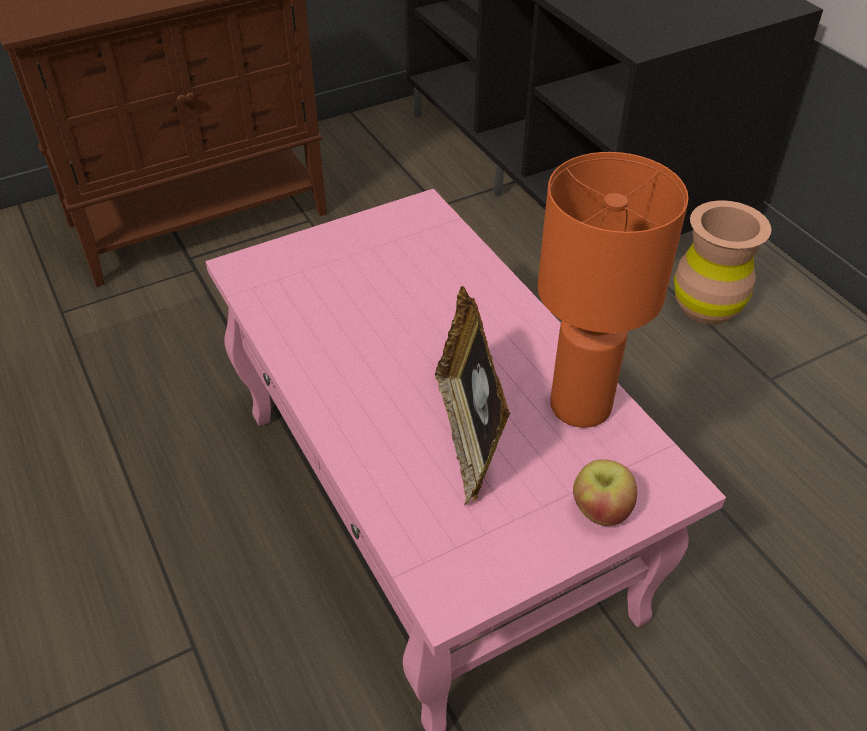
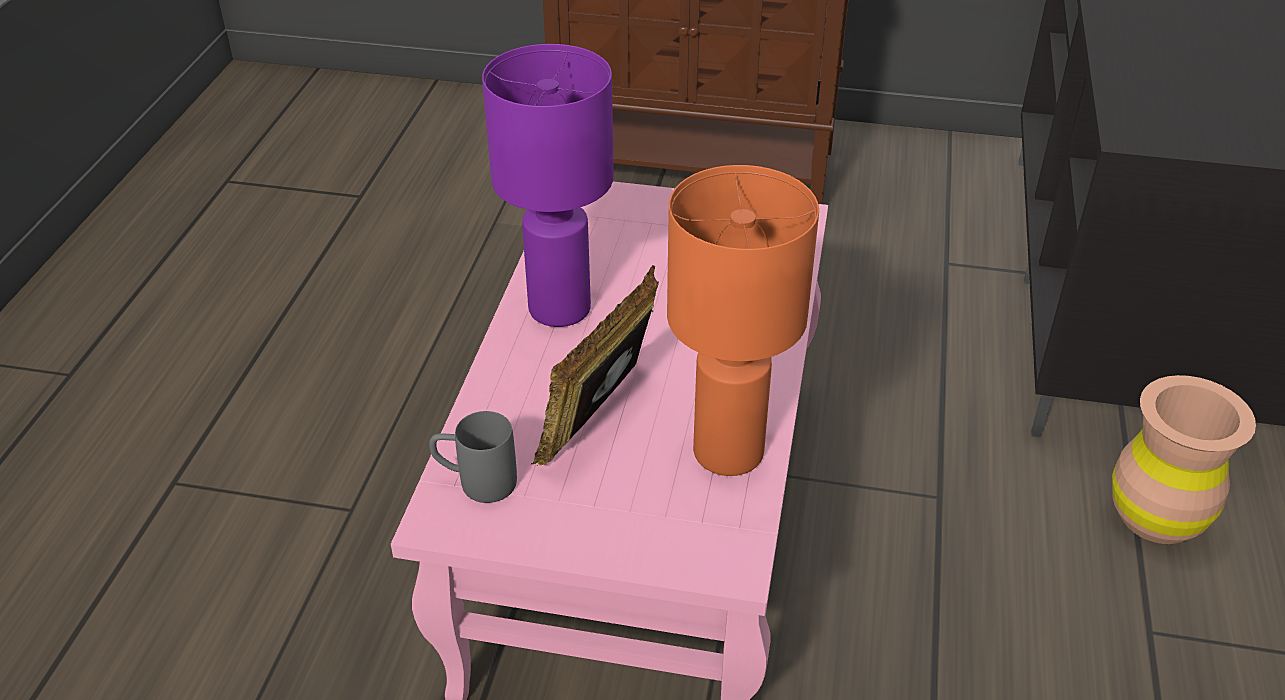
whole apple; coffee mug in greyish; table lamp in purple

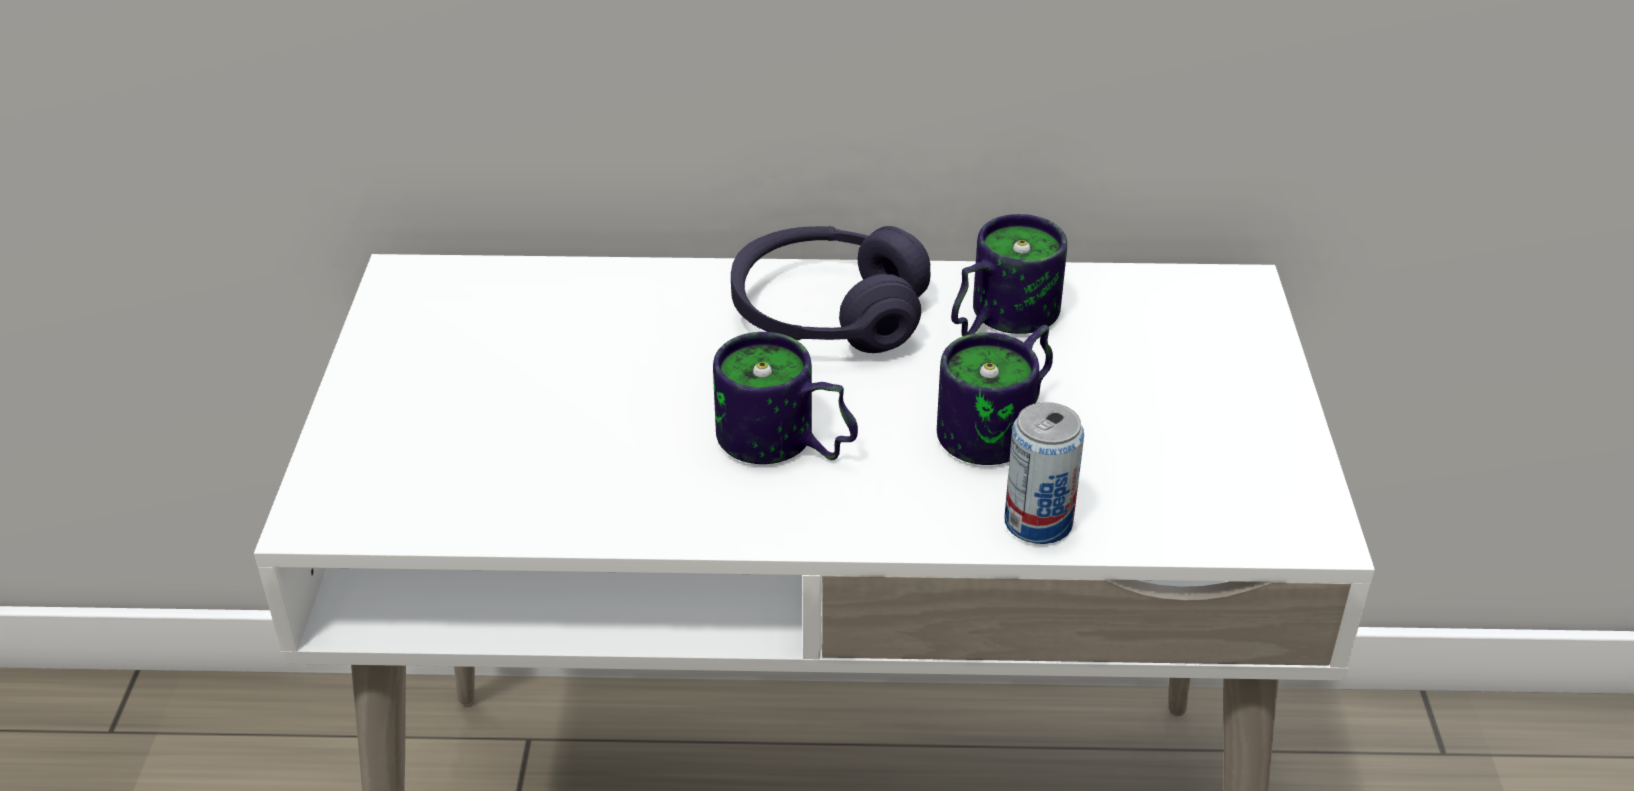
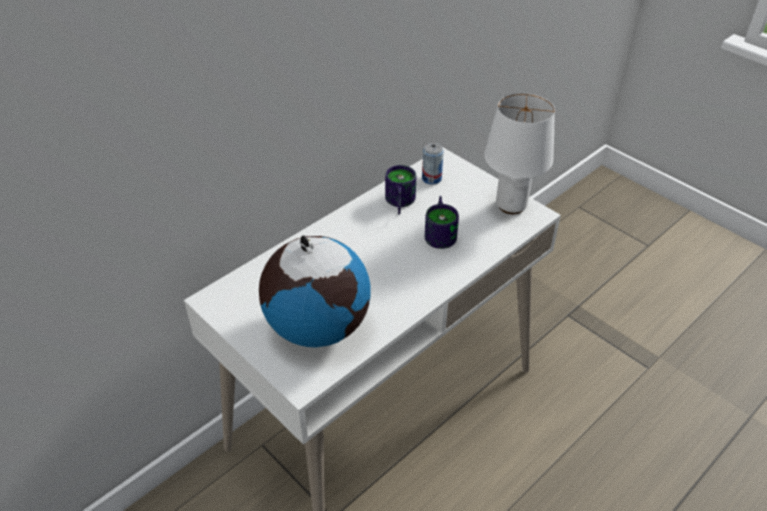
coffee mug (1st from left in the first image); pair of headphones in purple; metal can; desk globe; table lamp in whitish

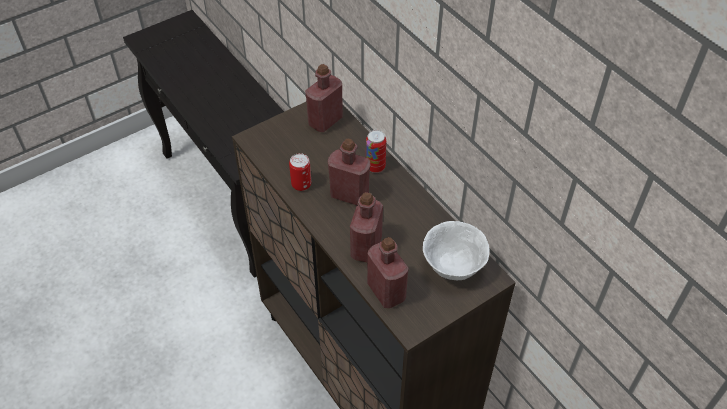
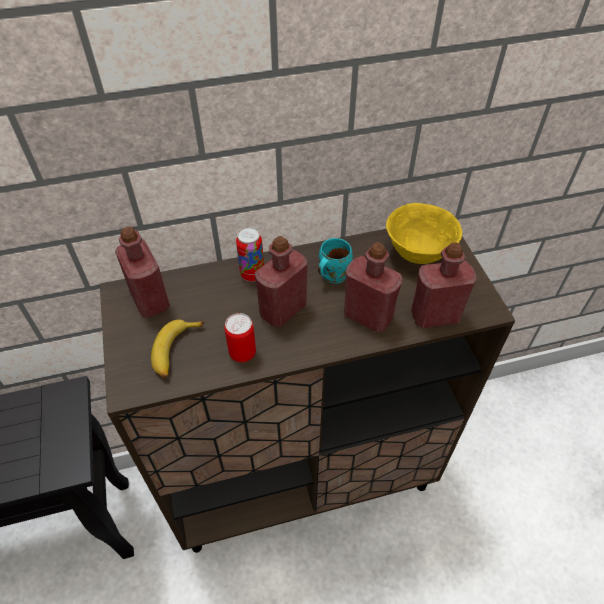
bowl in yellow; banana; coffee mug in turquoise

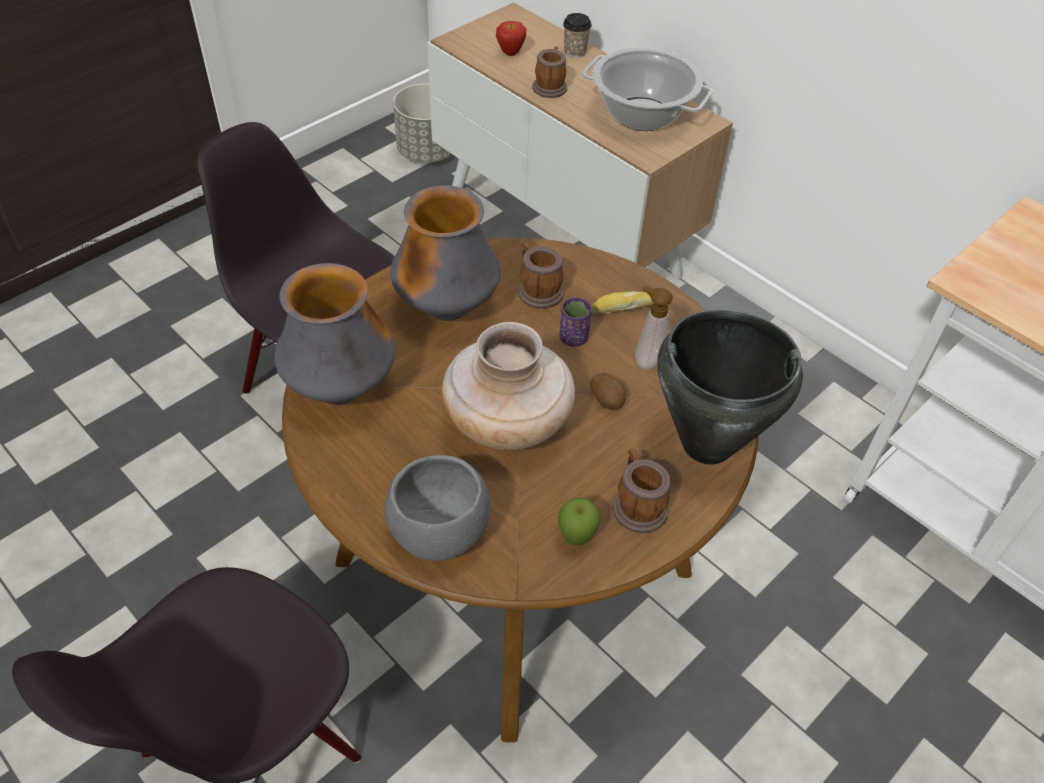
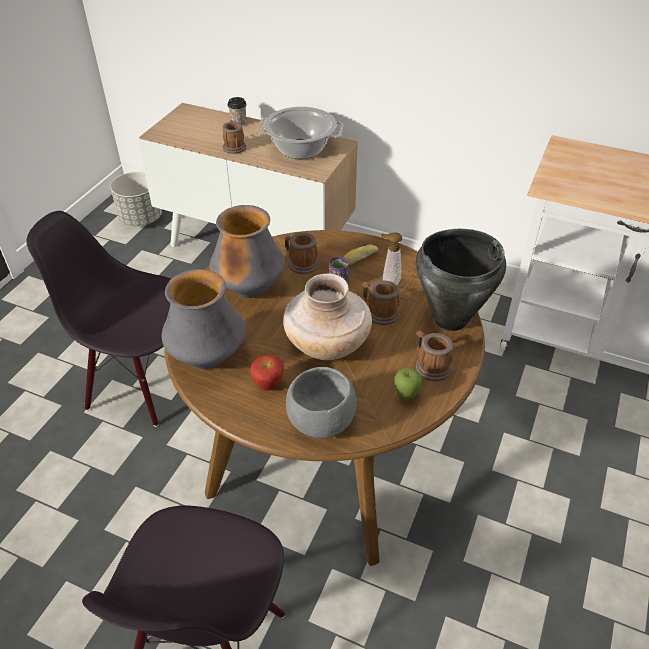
whole apple (1st from left); coffee mug (3rd from left)

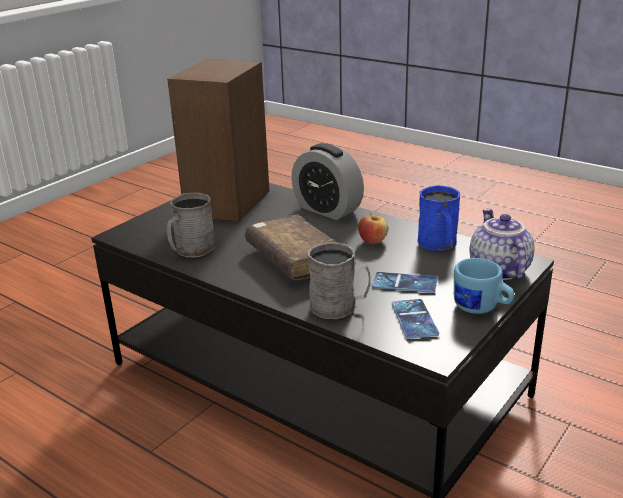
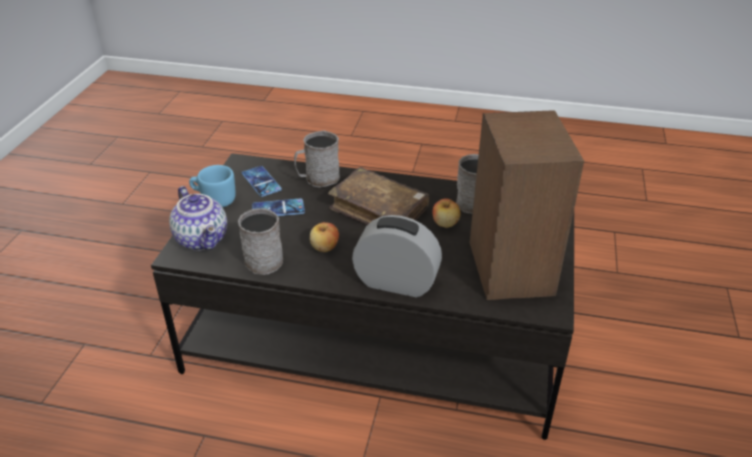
coffee mug in greyish (1st from left); whole apple (2nd from left)

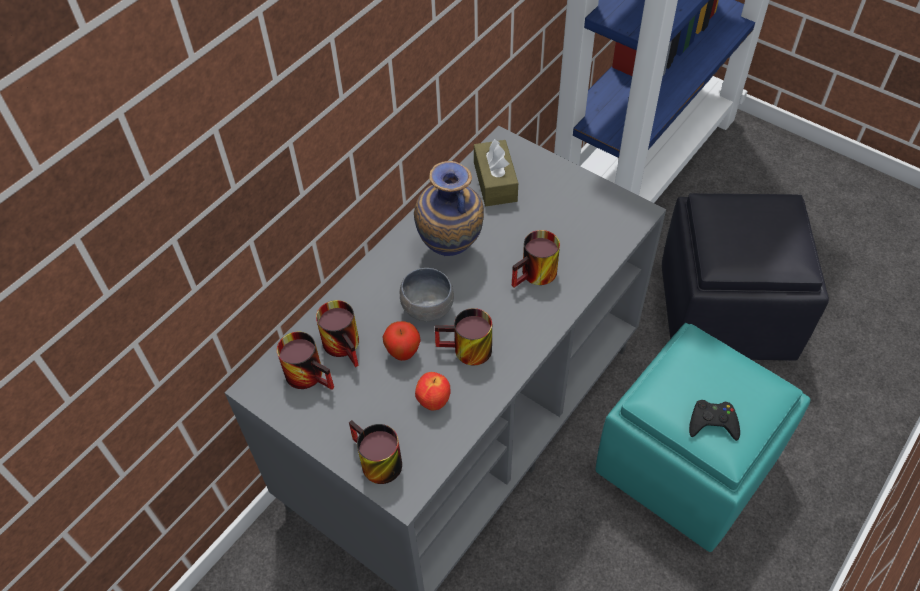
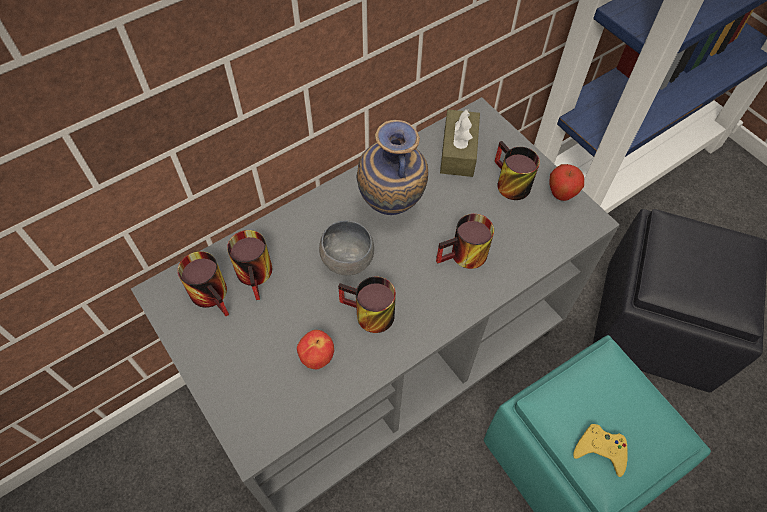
coffee mug (5th from left); whole apple (2nd from left); joypad in yellow

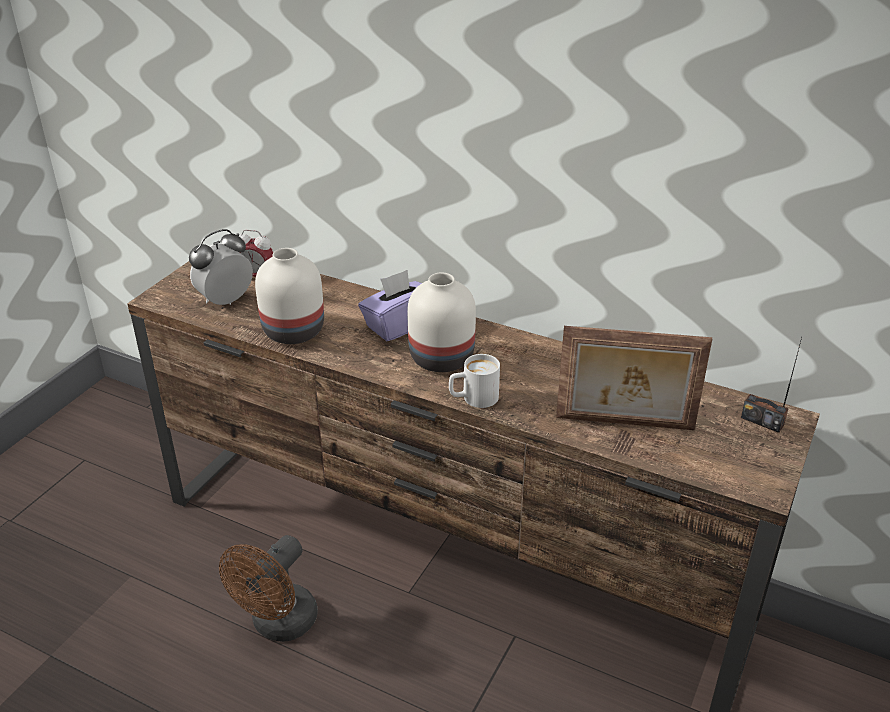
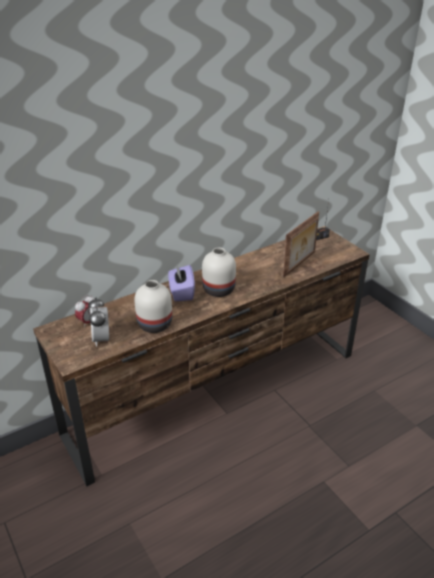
fan in brownish; coffee mug in whitish

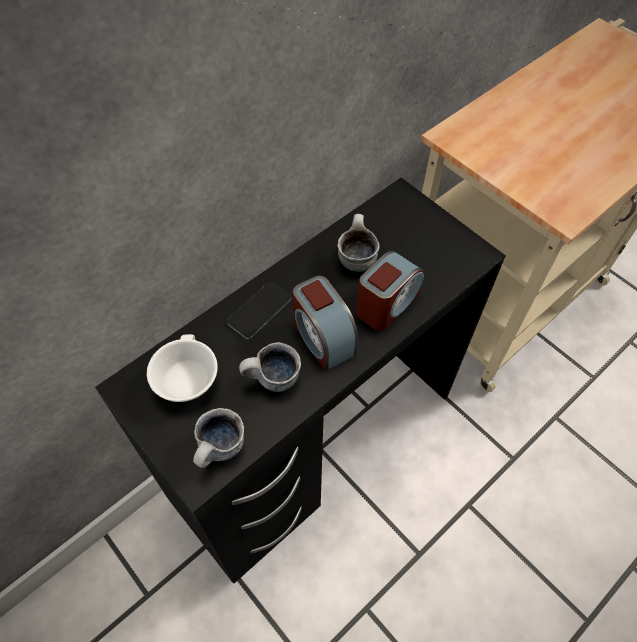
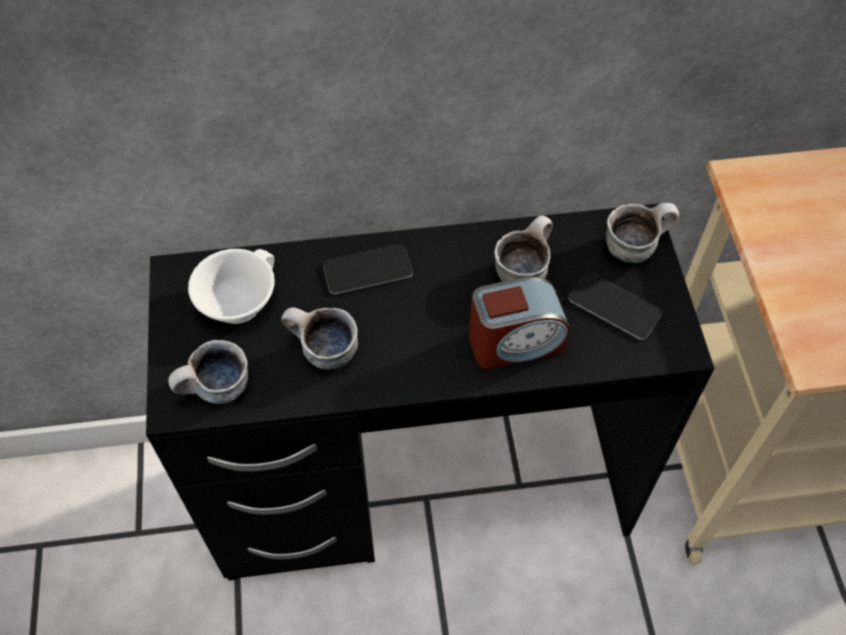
table clock (1st from left in the first image); telephone (2nd from left); coffee mug (4th from left)

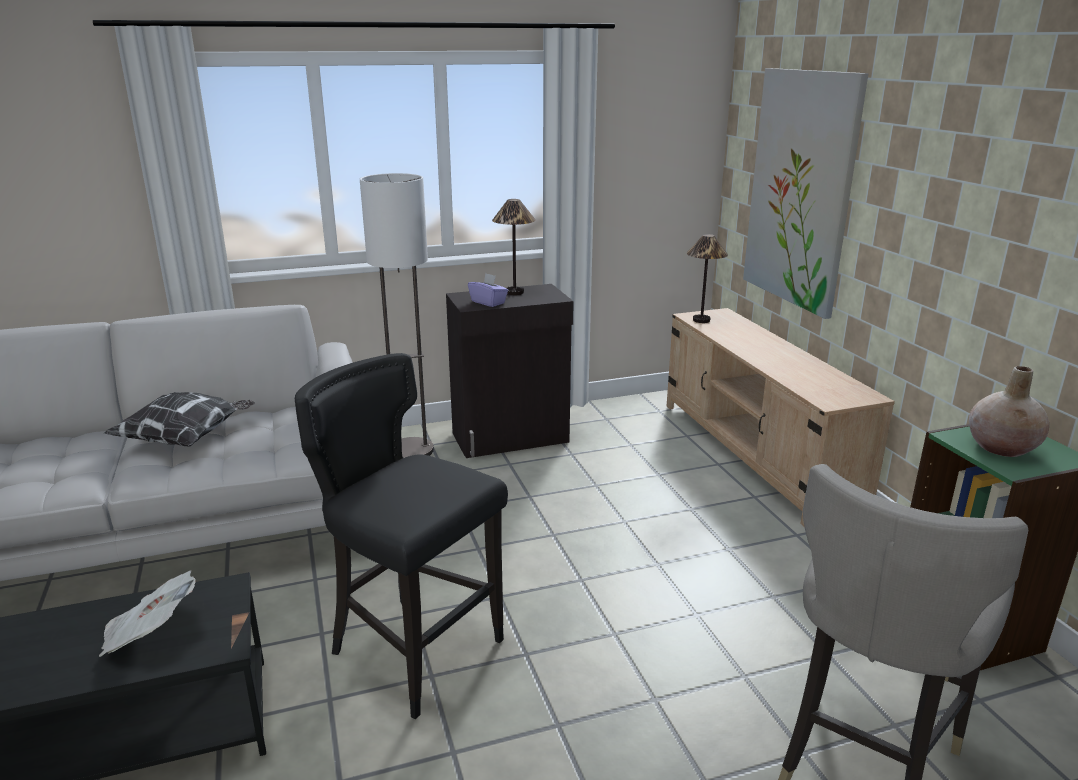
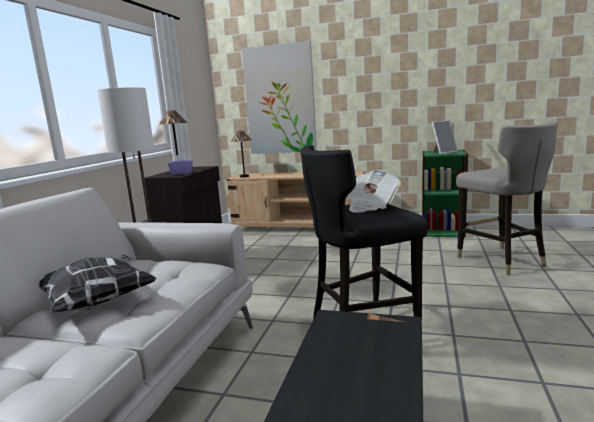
daily paper; standing frame

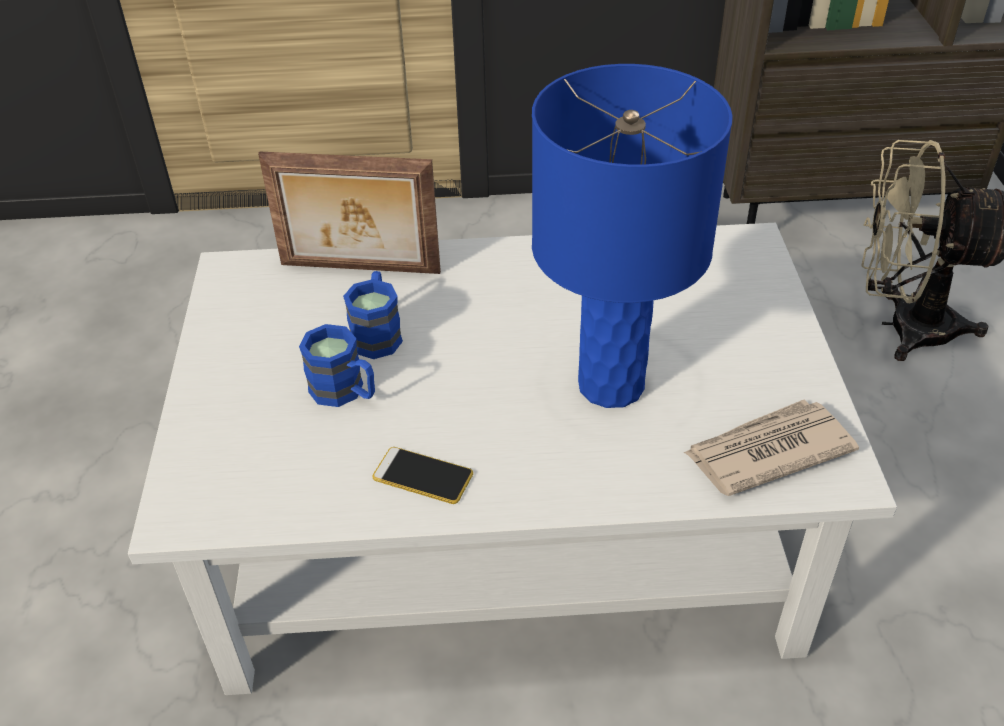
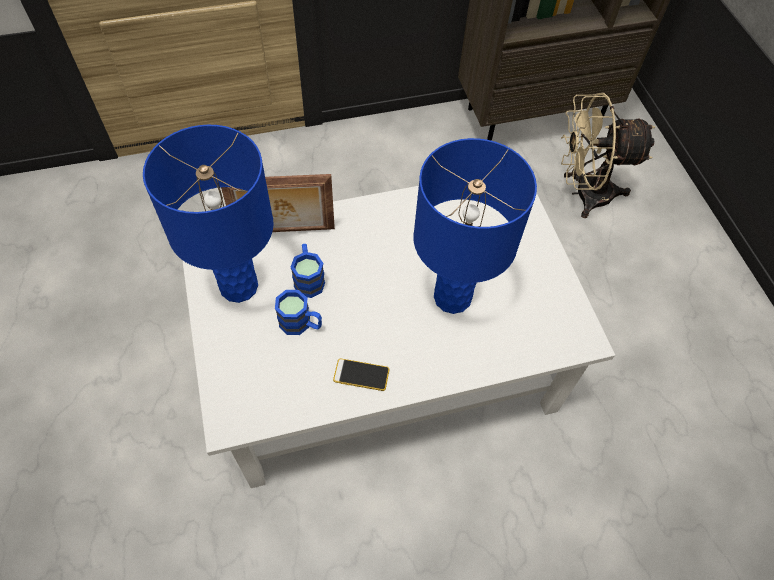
daily paper; table lamp in bluish (1st from left)

